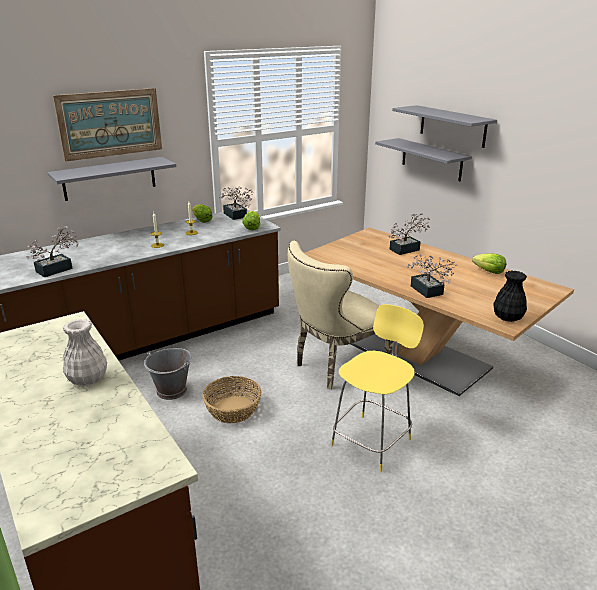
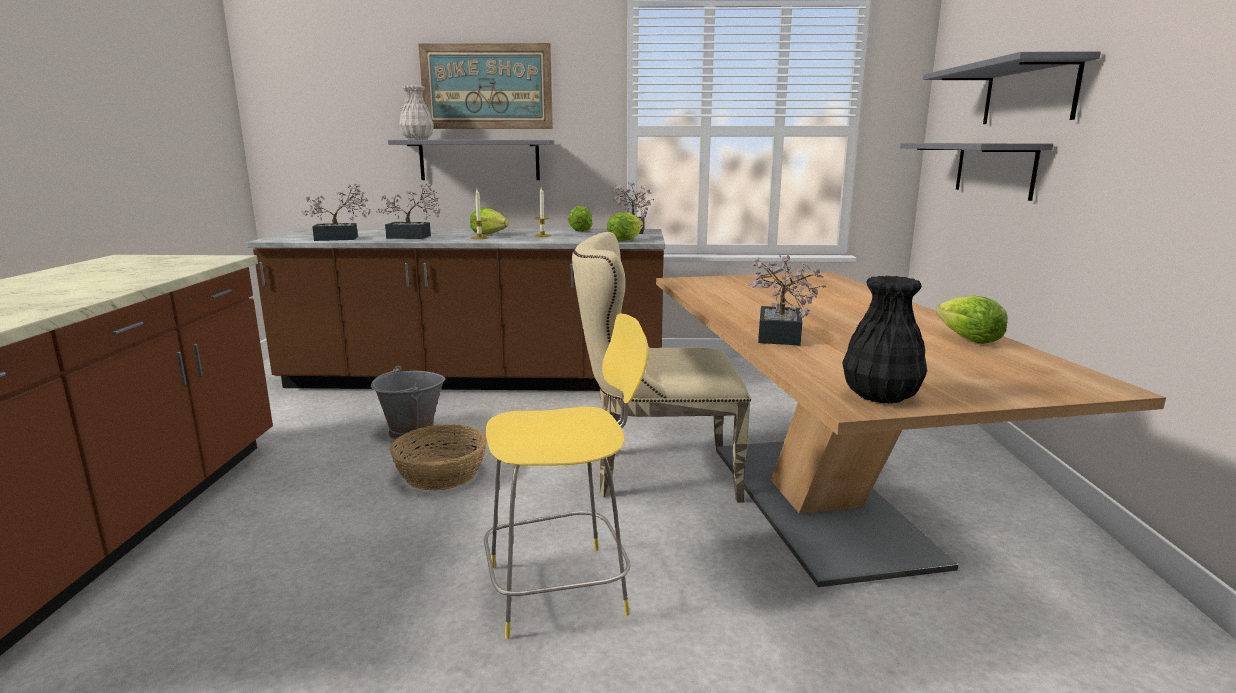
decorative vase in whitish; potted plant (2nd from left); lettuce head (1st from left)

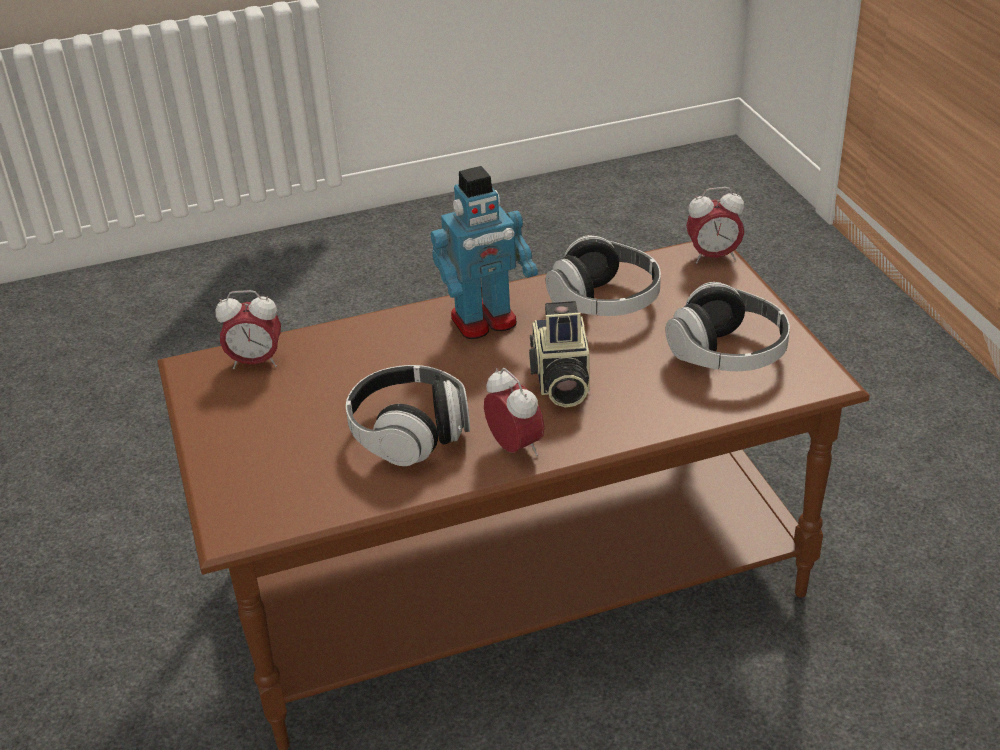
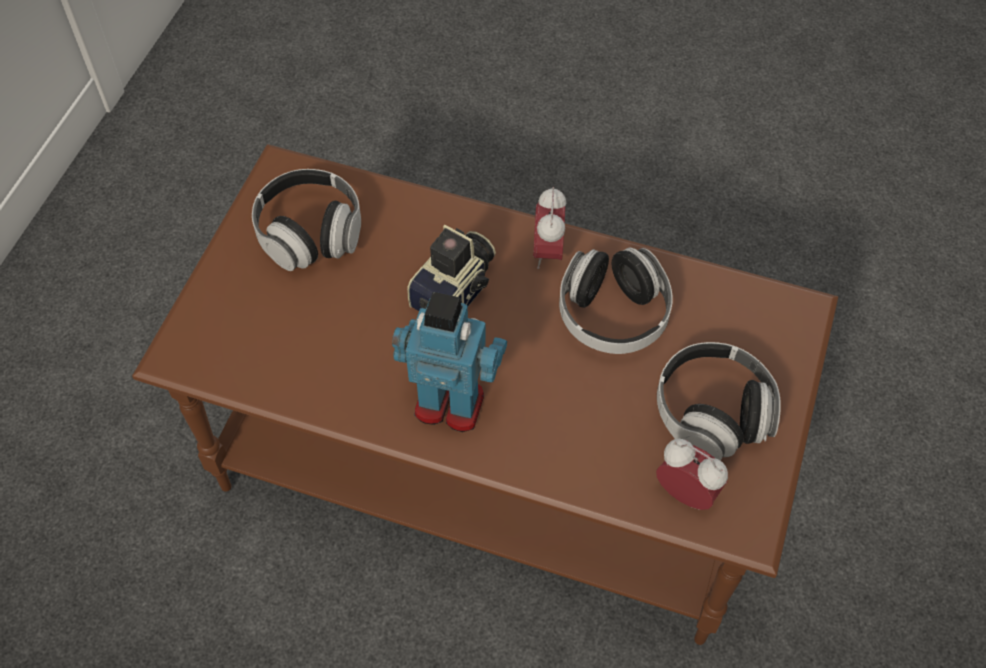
pair of headphones (3rd from left); table clock (3rd from left in the first image)

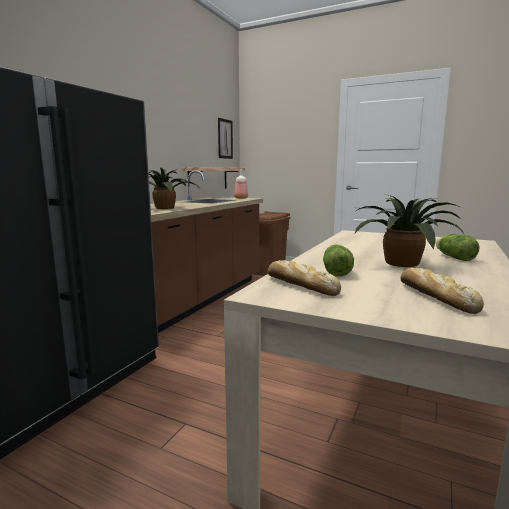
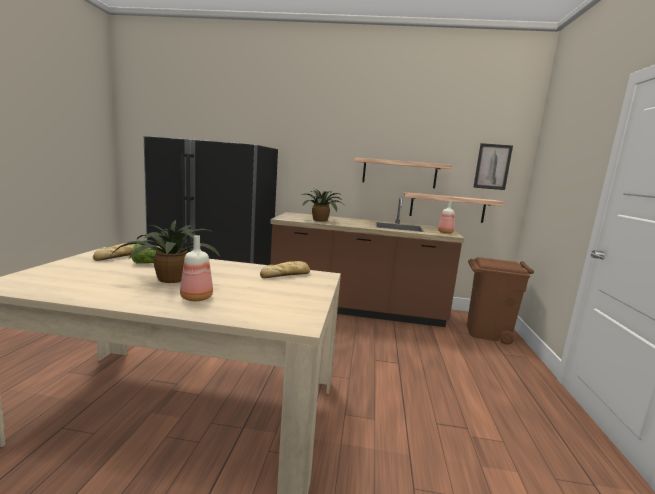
bread (2nd from left); bottle (1st from left); bracket shelf (1st from left)

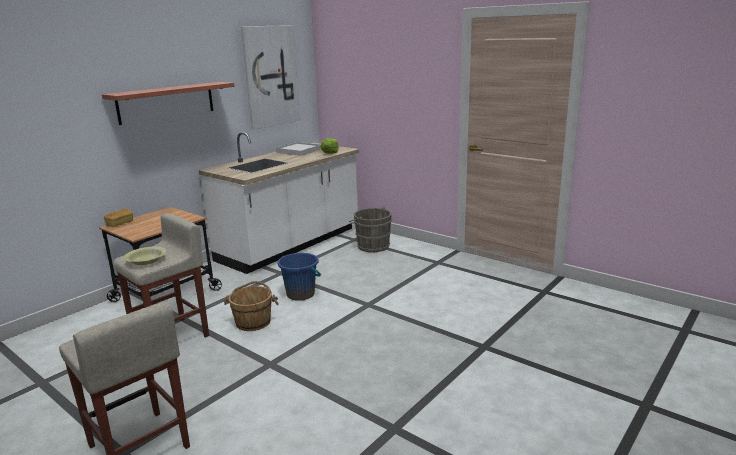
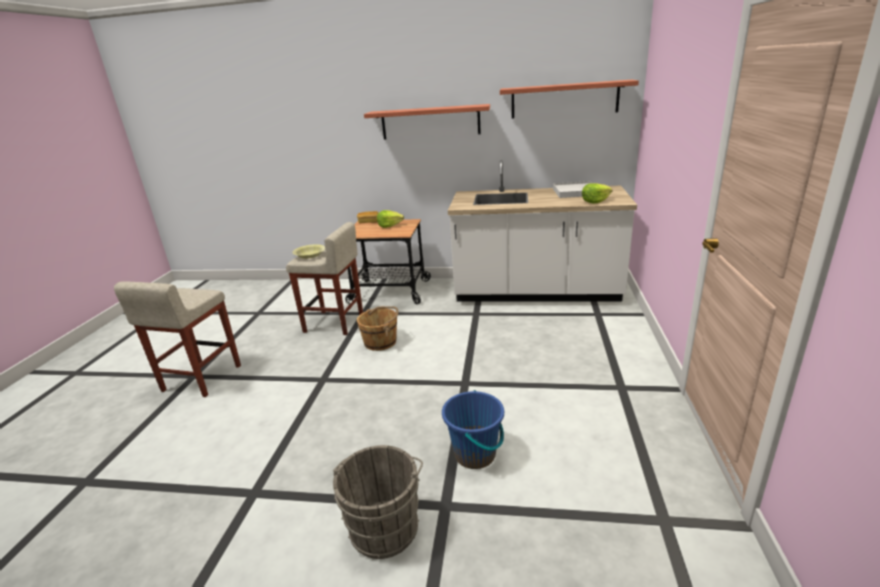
bracket shelf (2nd from left); pail in bluish; pail in greyish; lettuce head (1st from left)

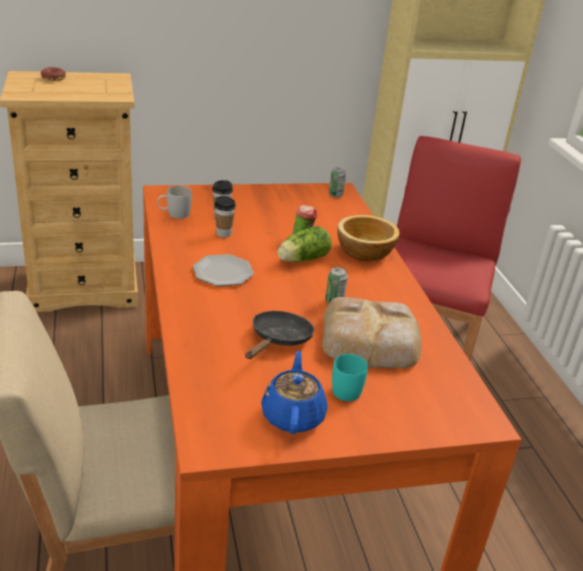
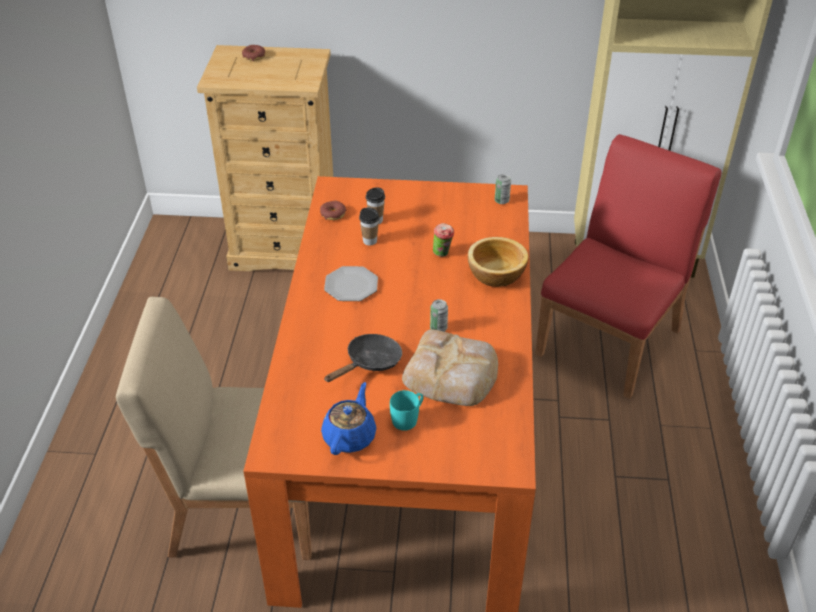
ring doughnut (2nd from left); lettuce head

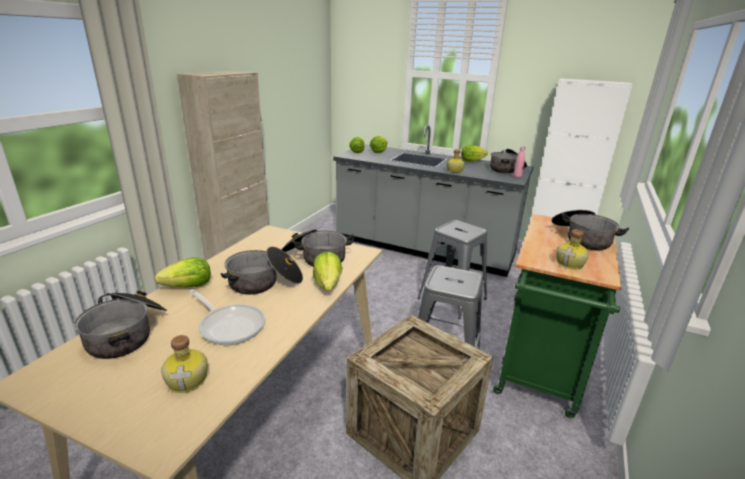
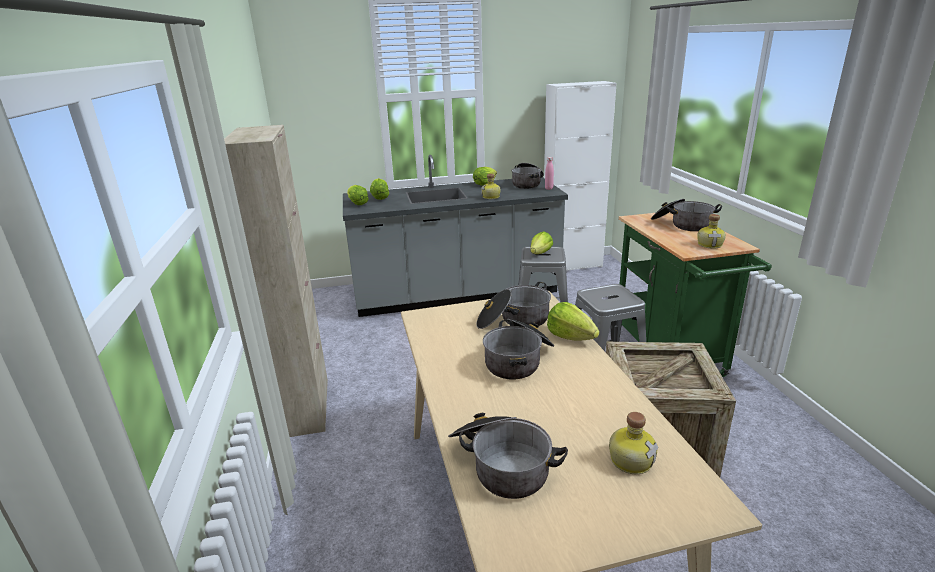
lettuce head (4th from left); skillet

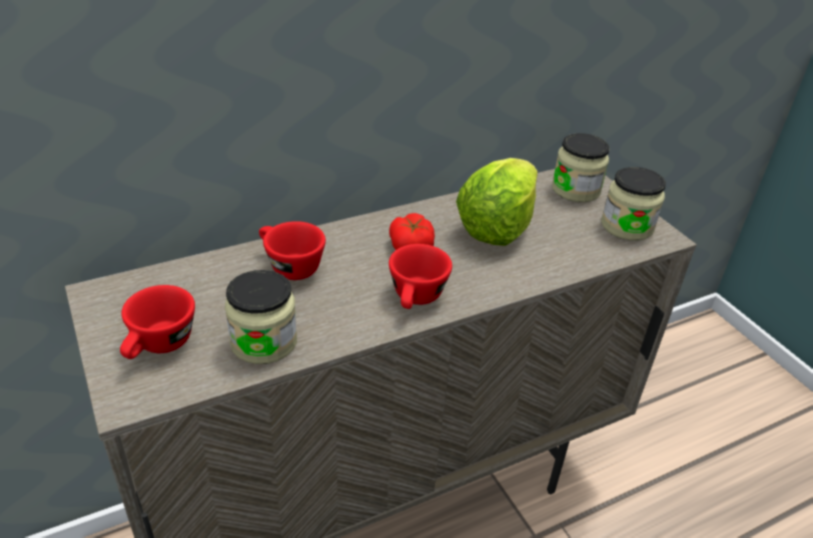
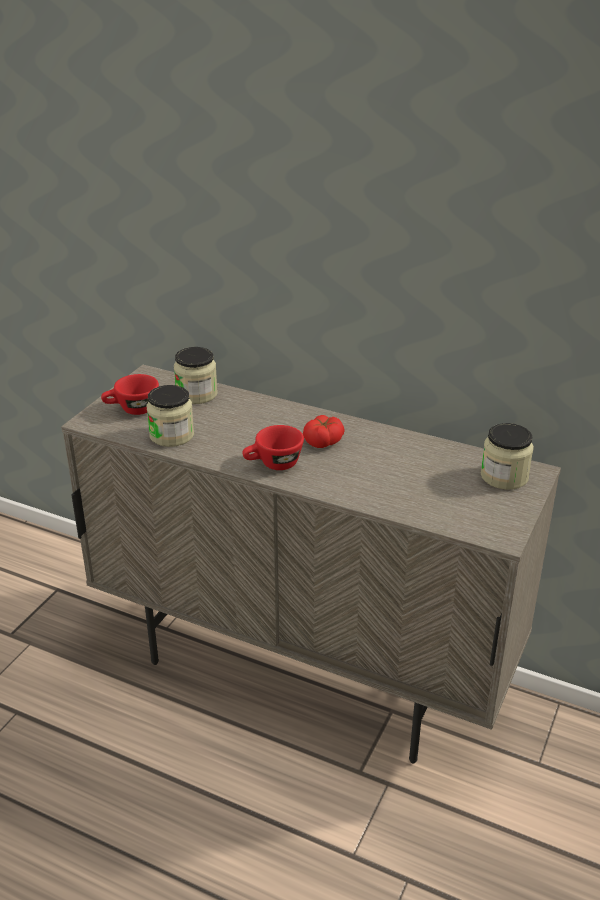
drinking cup in red-coloured (2nd from left in the first image); lettuce head; preserve jar (2nd from left)

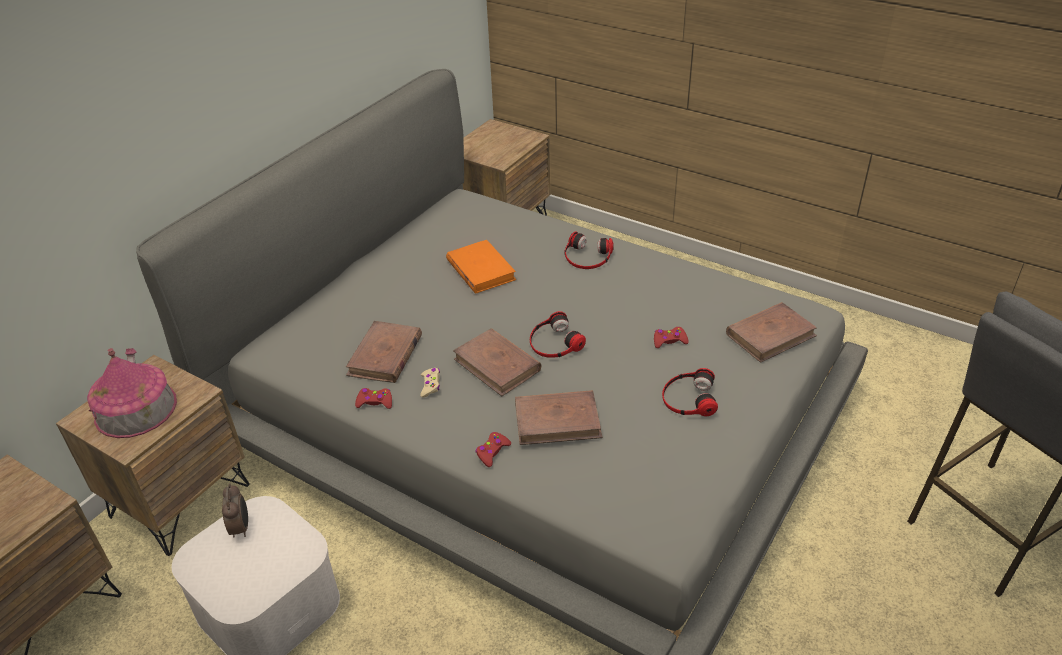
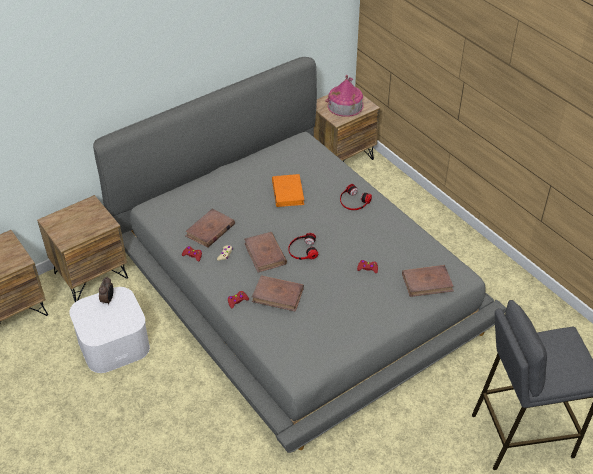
model house; pair of headphones (3rd from left in the first image)

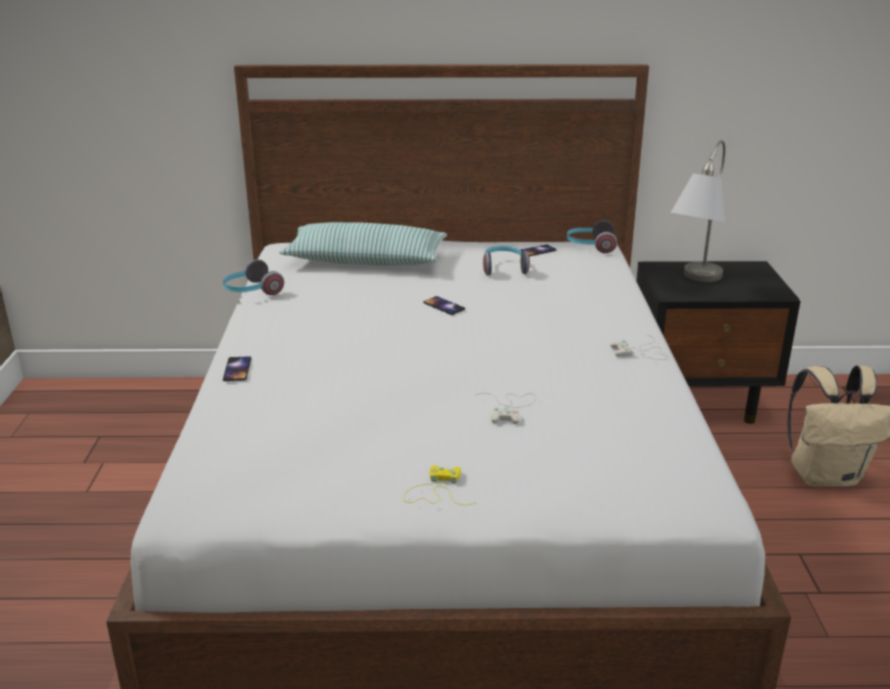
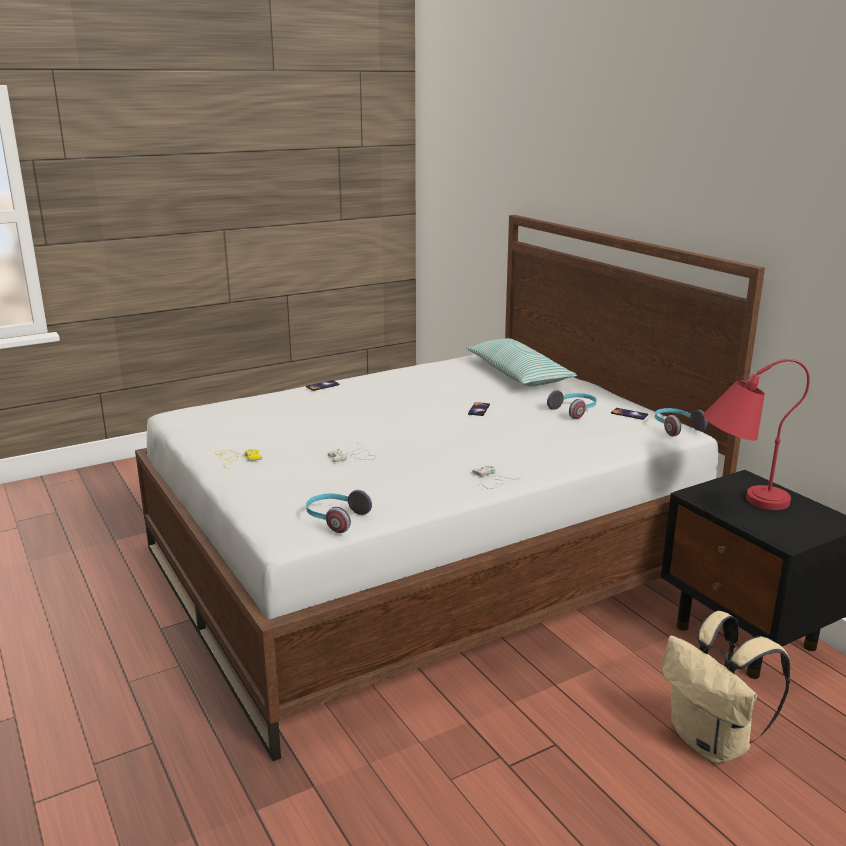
pair of headphones (1st from left); table lamp in red-coloured

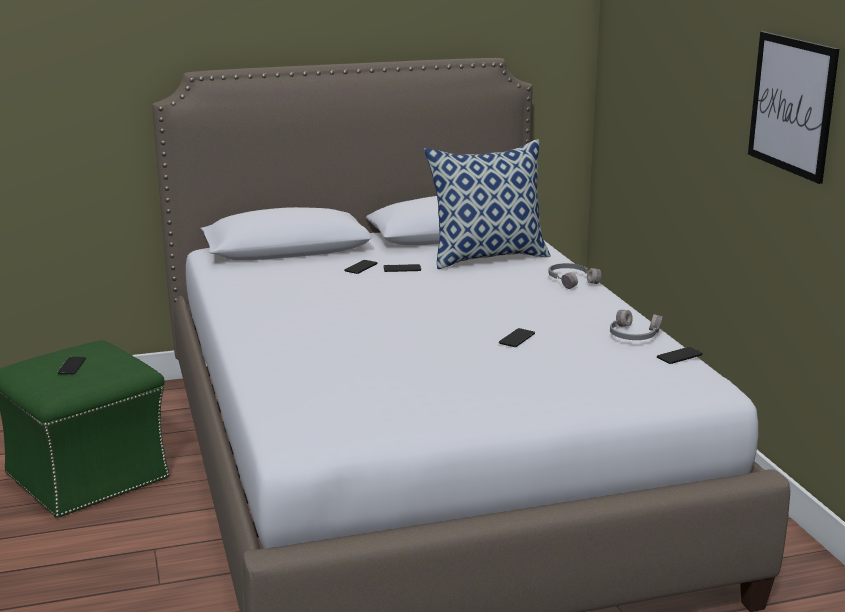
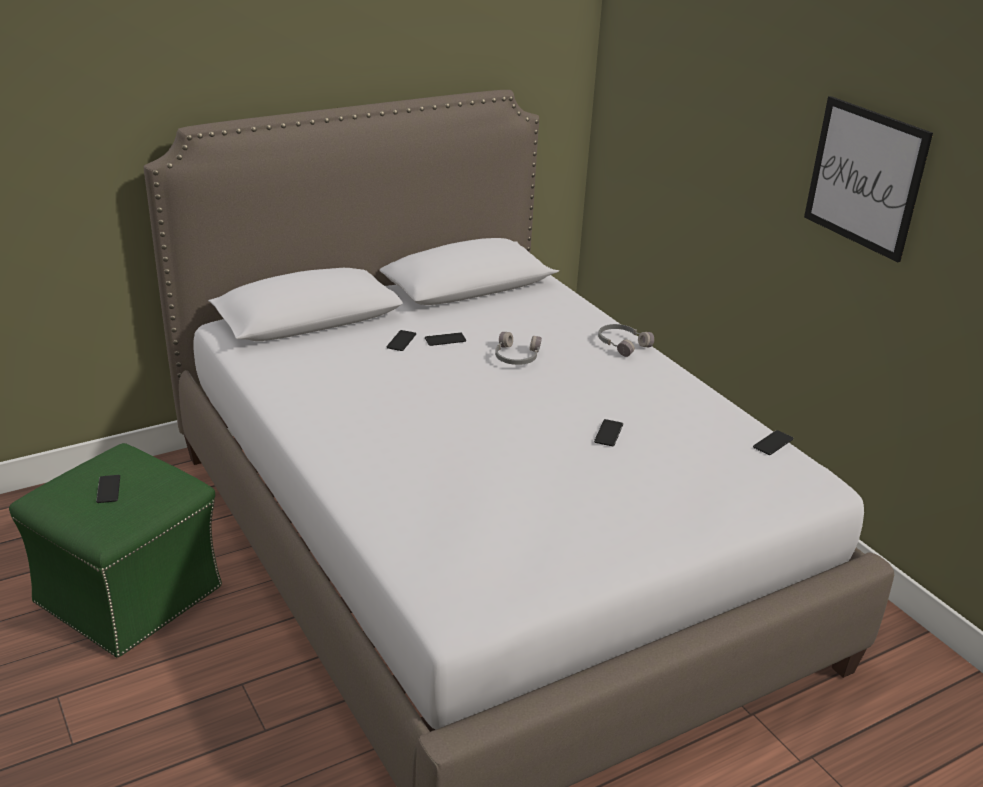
throw pillow; pair of headphones in greyish (1st from left)

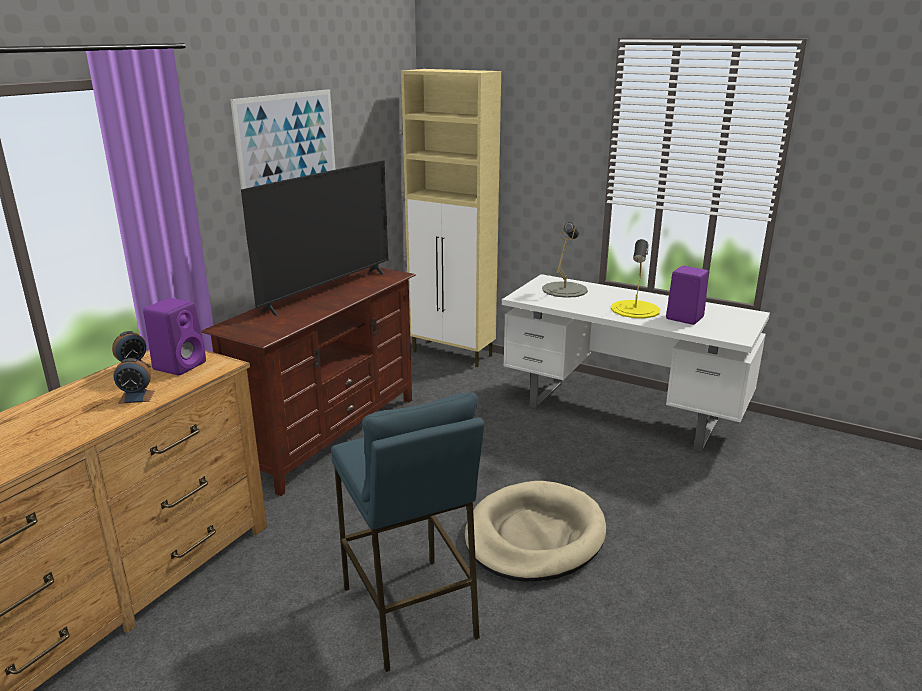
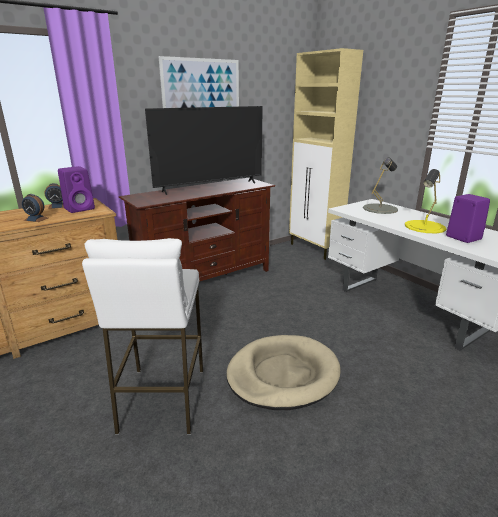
stool seat in whitish

